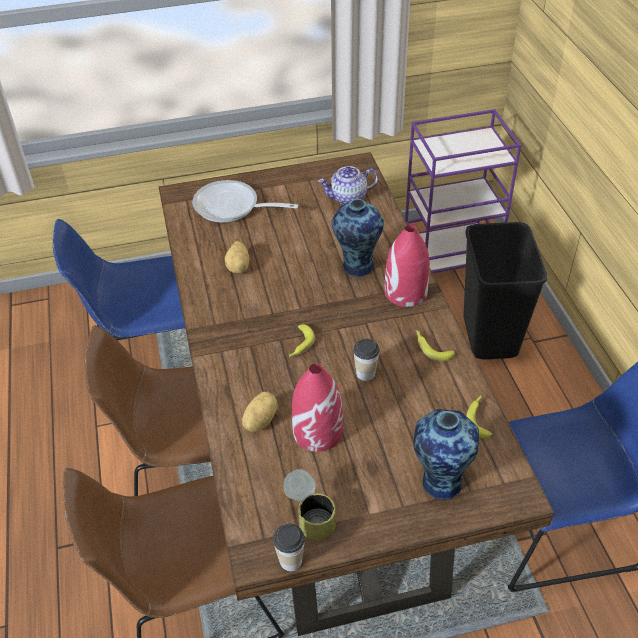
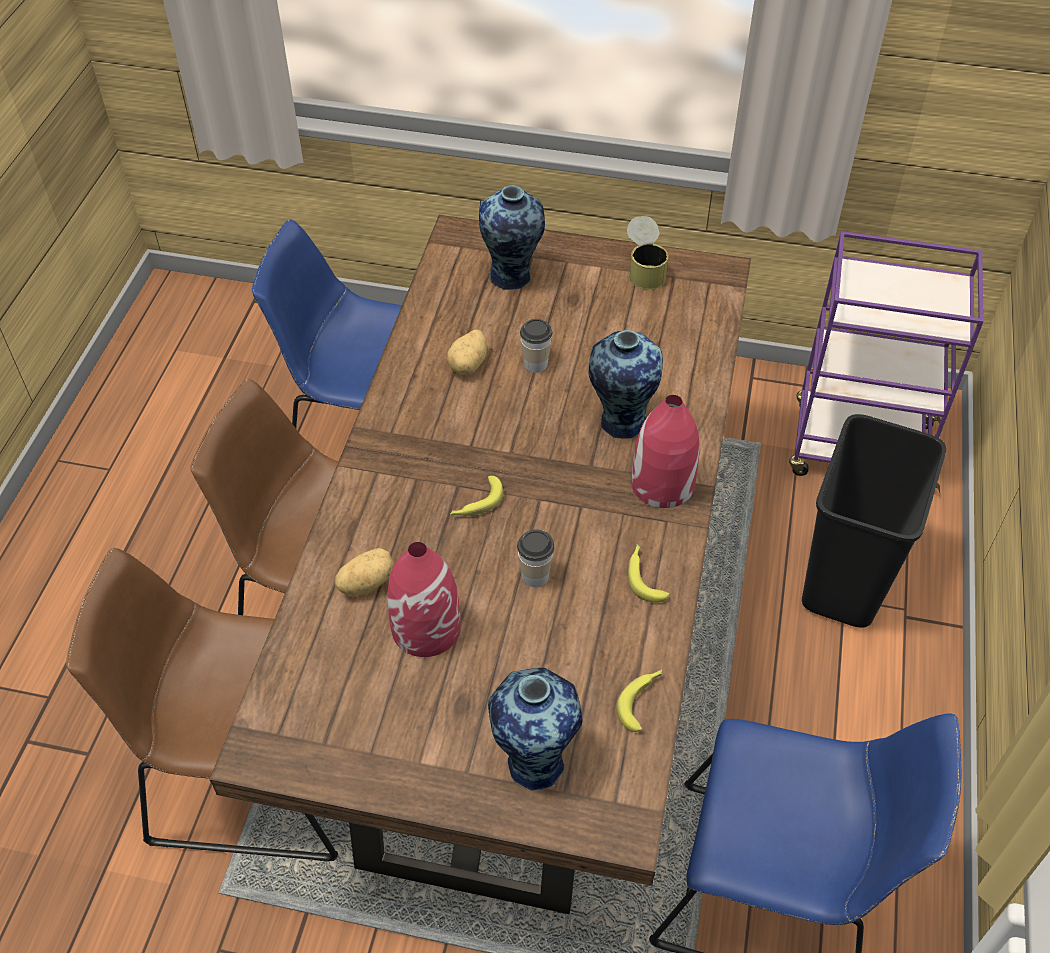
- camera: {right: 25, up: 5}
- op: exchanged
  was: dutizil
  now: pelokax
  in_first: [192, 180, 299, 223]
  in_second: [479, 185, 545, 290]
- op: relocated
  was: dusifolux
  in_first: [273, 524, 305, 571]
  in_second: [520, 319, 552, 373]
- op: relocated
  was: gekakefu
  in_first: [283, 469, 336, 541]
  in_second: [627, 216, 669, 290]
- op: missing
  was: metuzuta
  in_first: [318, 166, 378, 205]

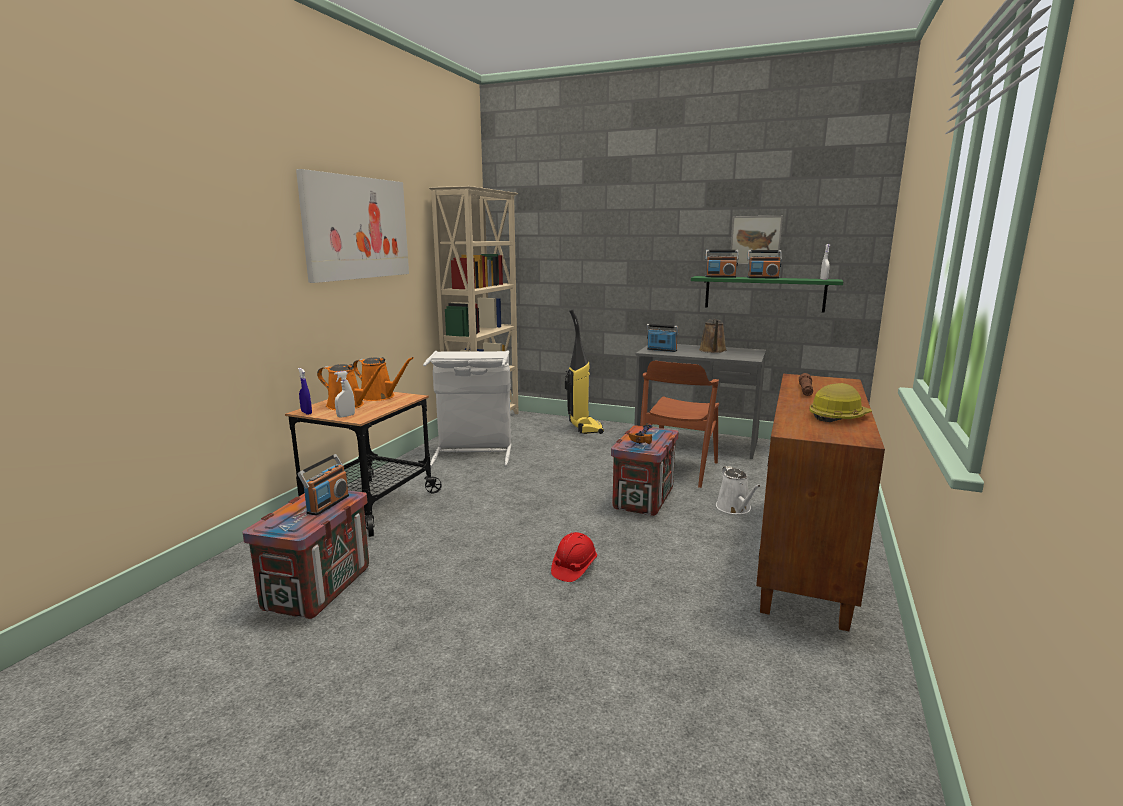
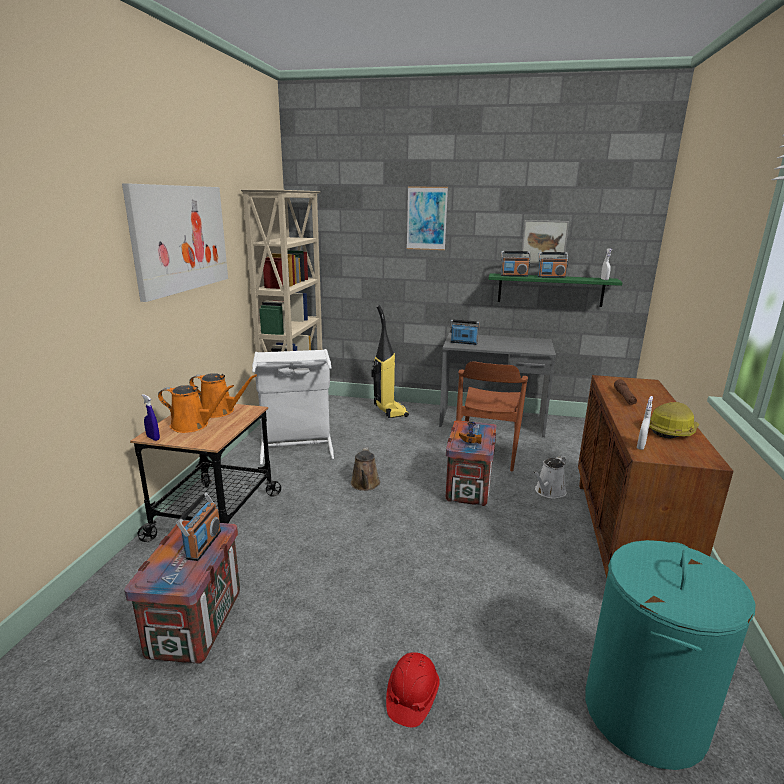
- camera: {right: -10, up: 5}
- op: relocated
  was: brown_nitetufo
  in_first: [699, 319, 727, 353]
  in_second: [351, 447, 380, 491]
- op: relocated
  was: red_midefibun
  in_first: [551, 532, 597, 582]
  in_second: [386, 652, 440, 727]
- op: appeared
  now: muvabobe
  in_second: [407, 186, 448, 250]
- op: spun
  was: white_nitetufo
  in_first: [716, 466, 760, 514]
  in_second: [533, 456, 567, 499]
  clockwise: 60
- op: appeared
  now: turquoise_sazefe
  in_second: [585, 540, 756, 770]
- op: relocated
  was: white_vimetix
  in_first: [334, 371, 355, 418]
  in_second: [637, 396, 653, 450]

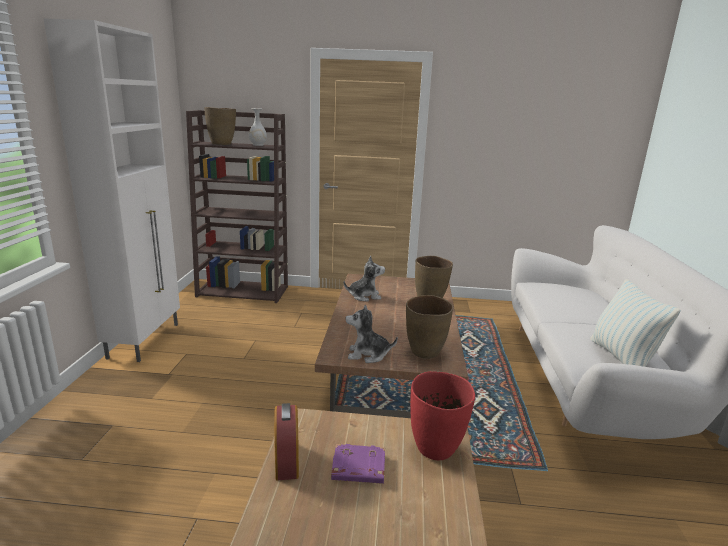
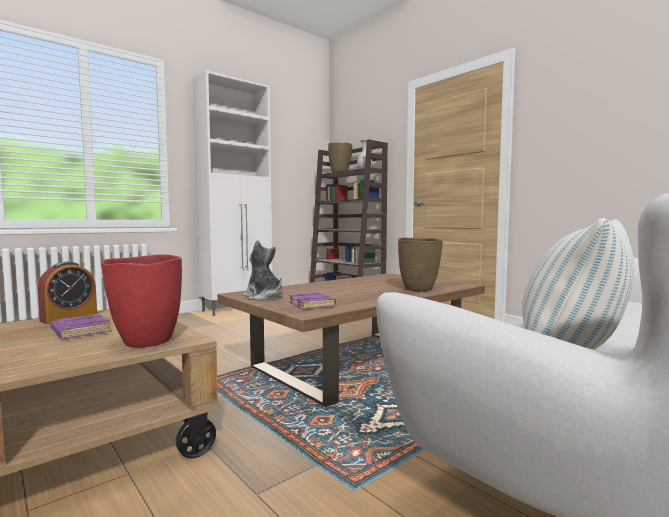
- camera: {right: 45, up: -15}
- op: exchanged
  was: brown_pelokax
  now: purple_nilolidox
  in_first: [406, 295, 453, 359]
  in_second: [289, 292, 336, 309]
- op: missing
  was: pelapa
  in_first: [344, 256, 385, 302]

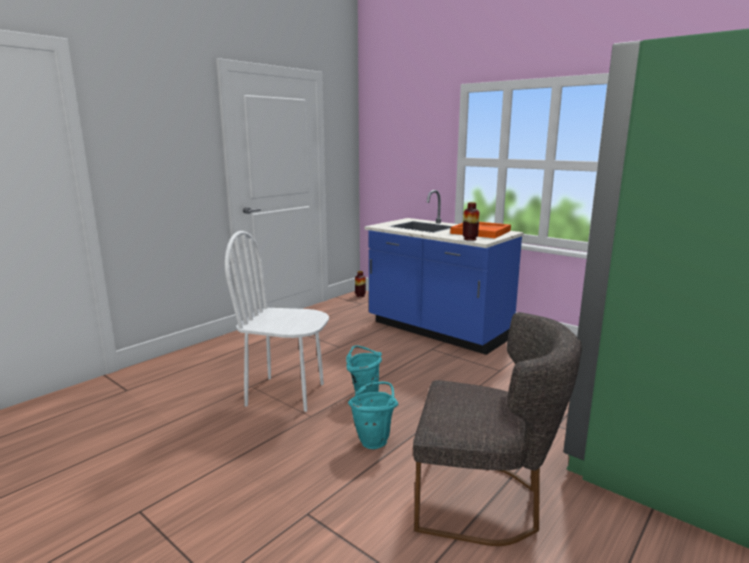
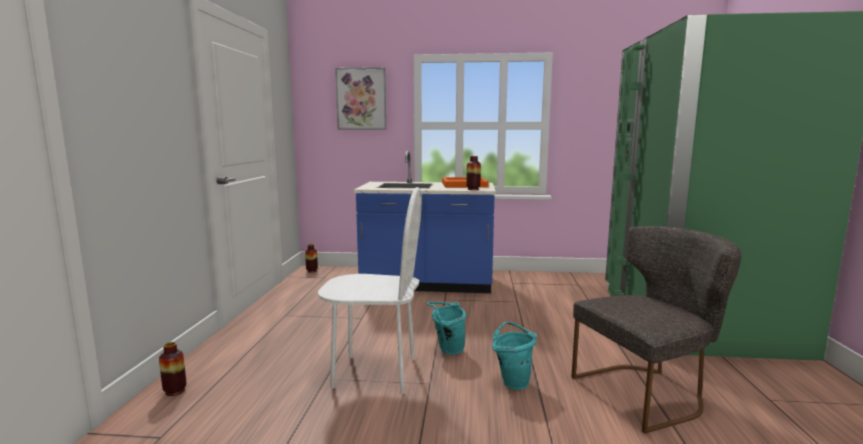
- camera: {right: -35, up: -5}
- op: appeared
  now: pelokax
  in_second: [159, 342, 187, 396]
- op: spun
  was: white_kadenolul
  in_first: [225, 231, 329, 412]
  in_second: [317, 187, 422, 394]
  clockwise: -150
- op: appeared
  now: muvabobe
  in_second: [335, 67, 386, 130]

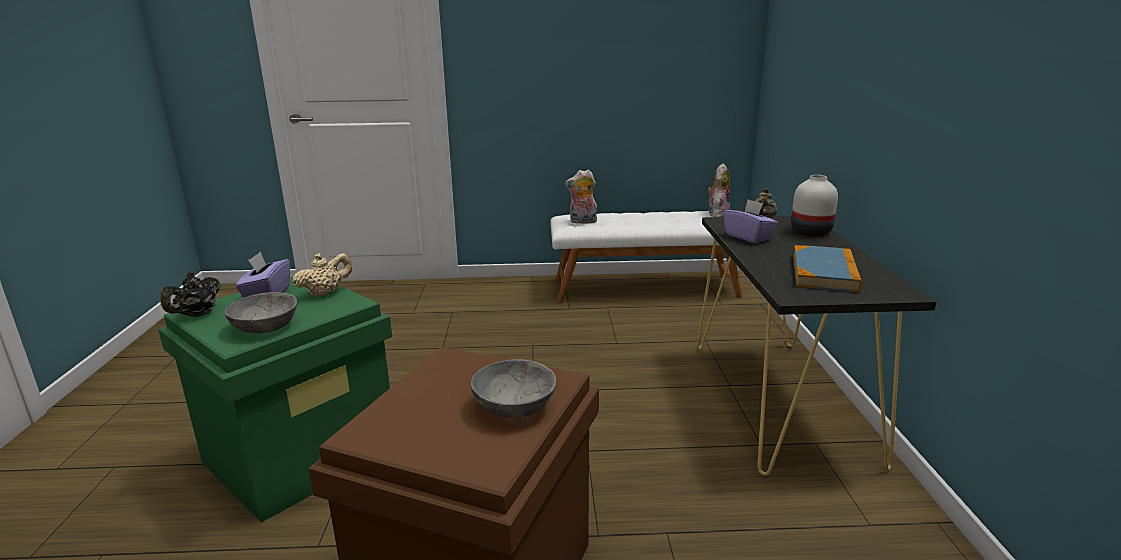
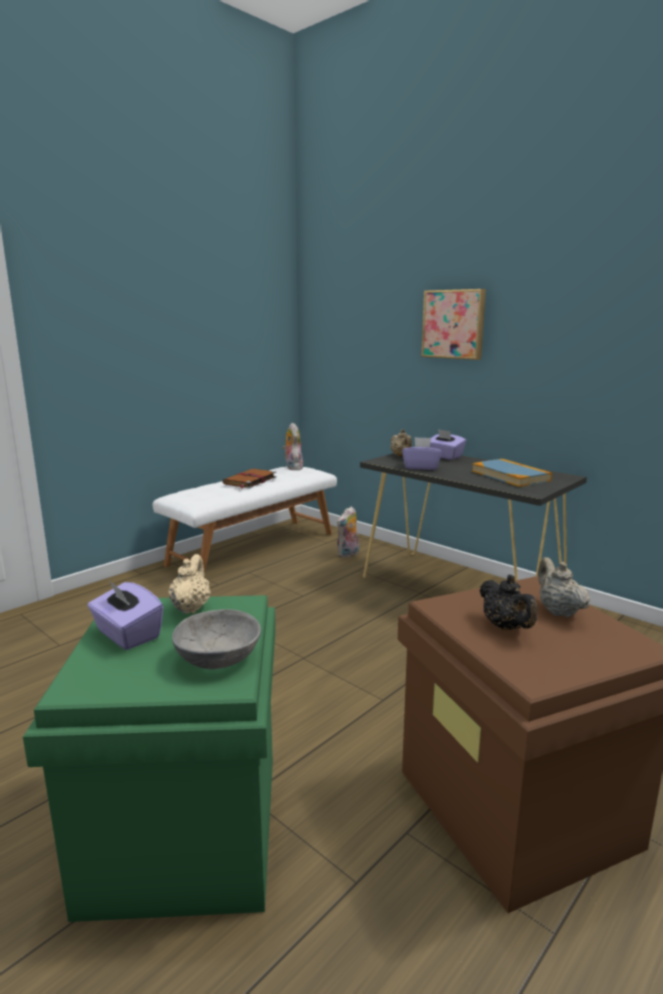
- camera: {right: -45, up: -5}
- op: appeared
  now: brown_nilolidox
  in_second: [222, 469, 276, 489]
- op: relocated
  was: pelapa
  in_first: [565, 170, 598, 224]
  in_second: [337, 506, 359, 558]
- op: appeared
  now: muvabobe
  in_second: [421, 289, 486, 360]
- op: exchanged
  was: white_pelokax
  now: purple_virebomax
  in_first: [791, 175, 838, 236]
  in_second: [430, 429, 466, 460]
- op: relocated
  was: black_metuzuta
  in_first: [160, 273, 221, 317]
  in_second: [480, 575, 537, 630]
- op: exchanged
  was: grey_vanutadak
  now: beige_metuzuta
  in_first: [471, 359, 556, 418]
  in_second: [538, 557, 590, 617]

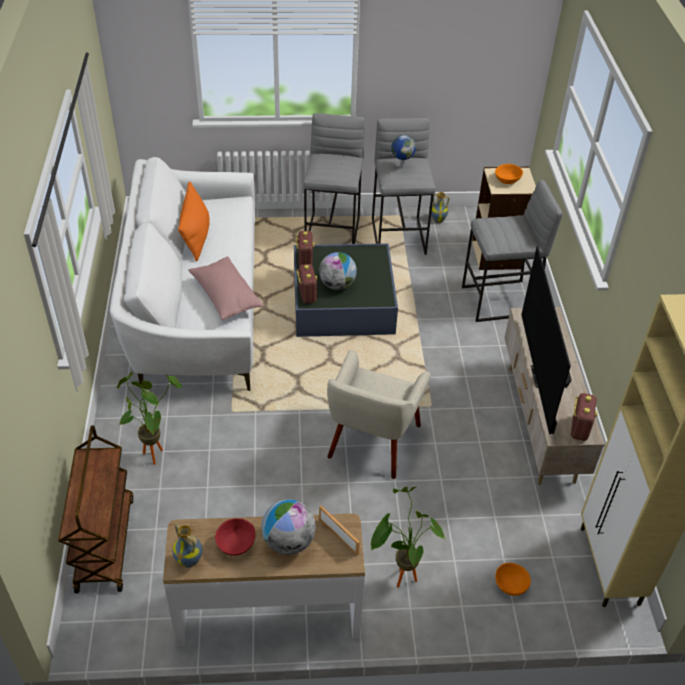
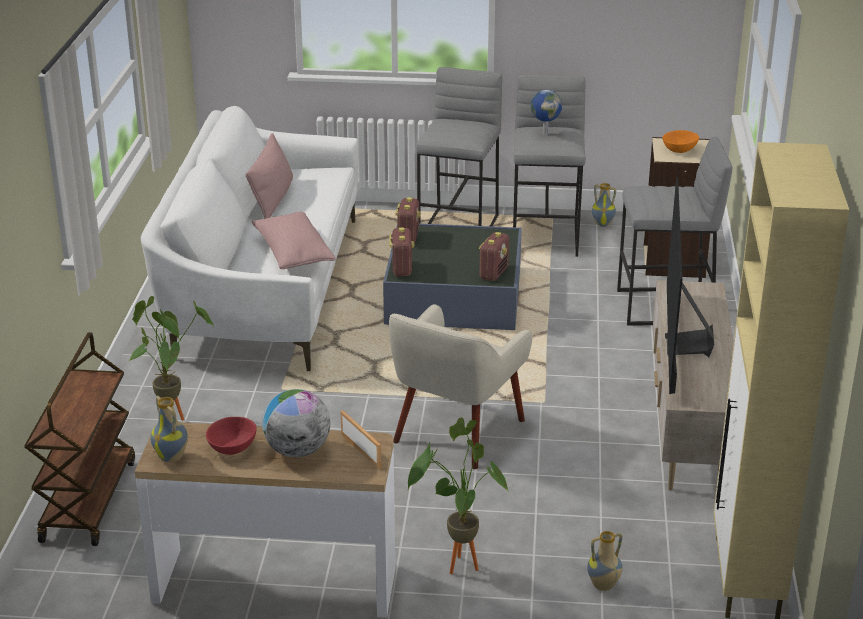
- camera: {right: 10, up: -15}
- op: colour
  was: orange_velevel
  now: pink_velevel
  in_first: [178, 182, 210, 261]
  in_second: [246, 133, 293, 219]
- op: relocated
  was: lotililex
  in_first: [571, 393, 598, 441]
  in_second: [479, 232, 509, 281]
- op: exchanged
  was: orange_vanutadak
  now: pelokax
  in_first: [495, 563, 531, 596]
  in_second: [587, 531, 622, 591]
- op: missing
  was: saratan
  in_first: [319, 252, 357, 290]

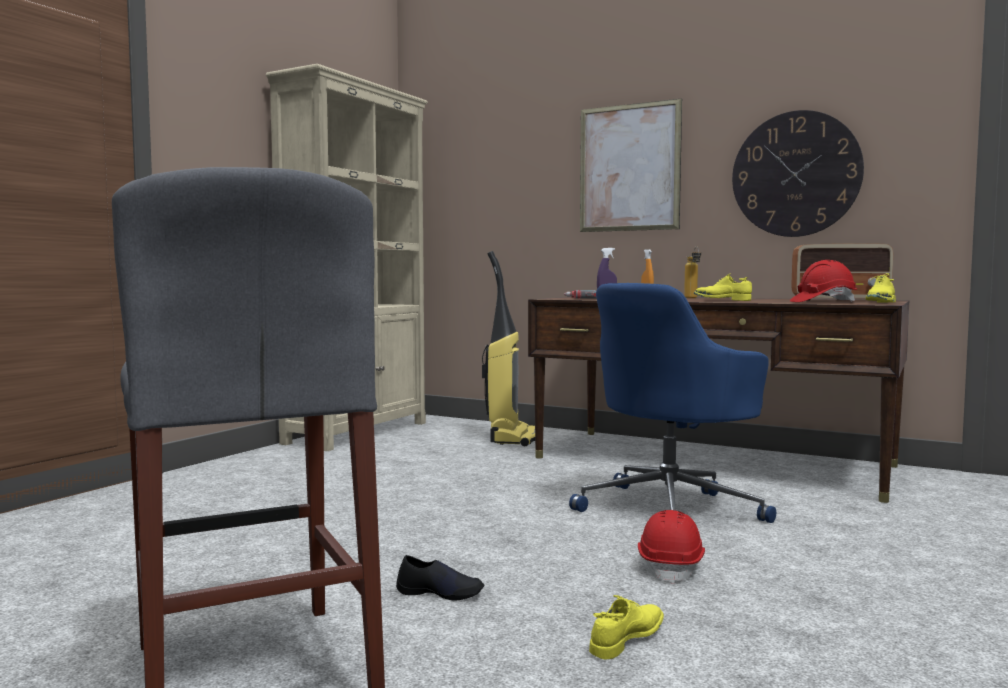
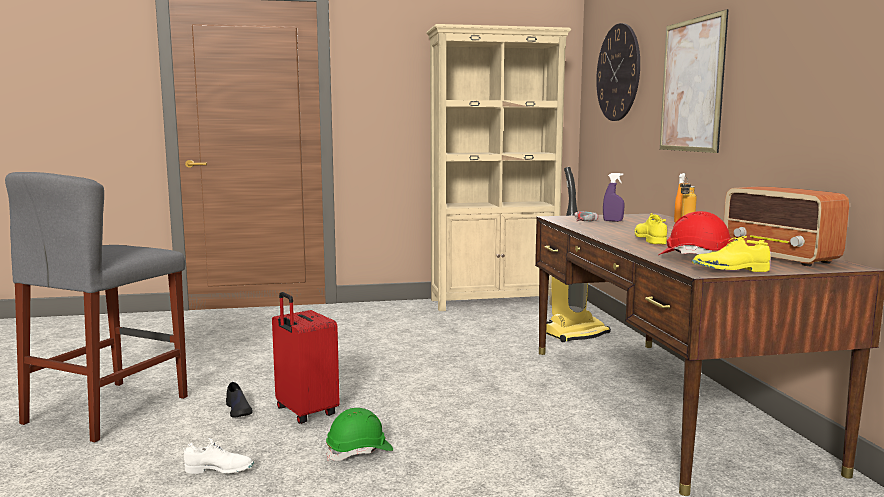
- camera: {right: 50, up: 5}
- op: colour
  was: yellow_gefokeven
  now: white_gefokeven
  in_first: [589, 595, 664, 660]
  in_second: [184, 438, 254, 474]
- op: appeared
  now: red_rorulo
  in_second: [272, 292, 340, 424]
- op: colour
  was: red_midefibun
  now: green_midefibun
  in_first: [638, 510, 705, 584]
  in_second: [326, 408, 393, 461]
- op: relocated
  was: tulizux
  in_first: [732, 110, 864, 237]
  in_second: [596, 23, 640, 121]
- op: missing
  was: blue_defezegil
  in_first: [569, 283, 776, 523]

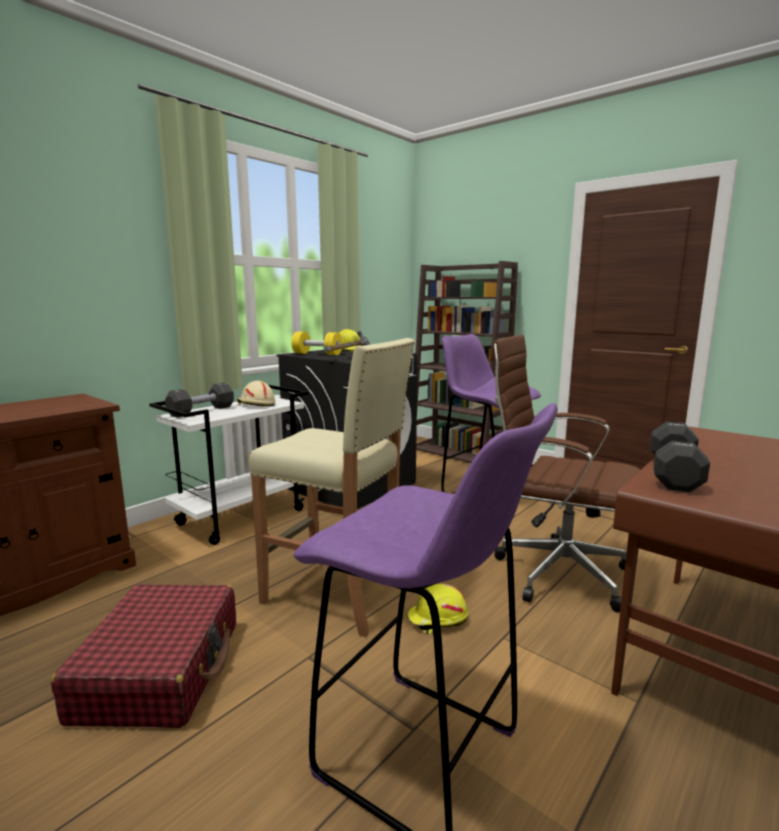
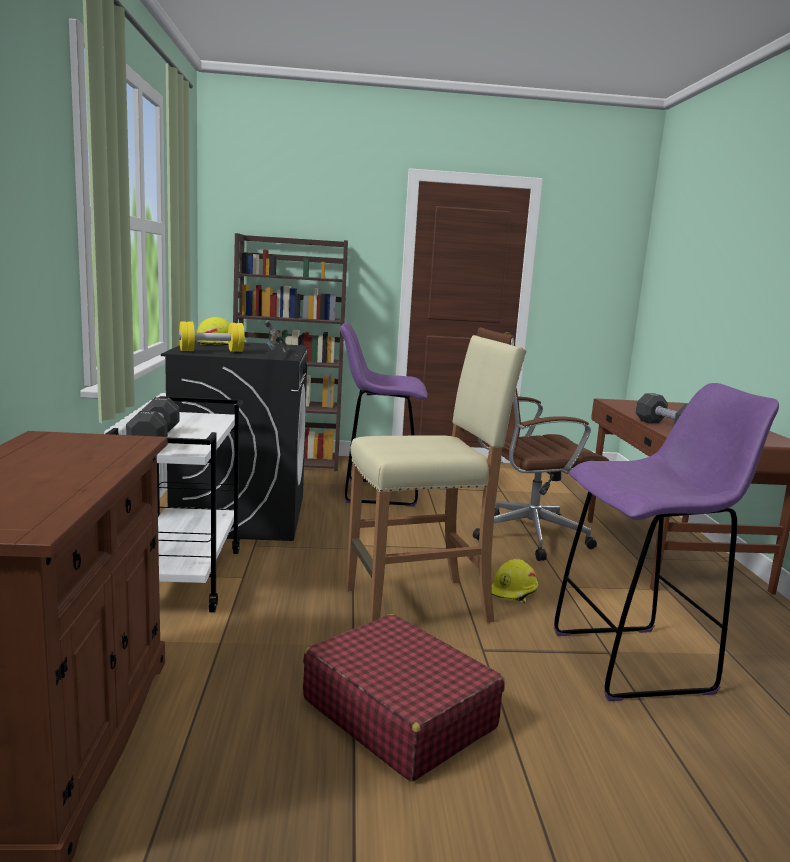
- camera: {right: -45, up: 0}
- op: missing
  was: beige_midefibun
  in_first: [237, 381, 275, 406]

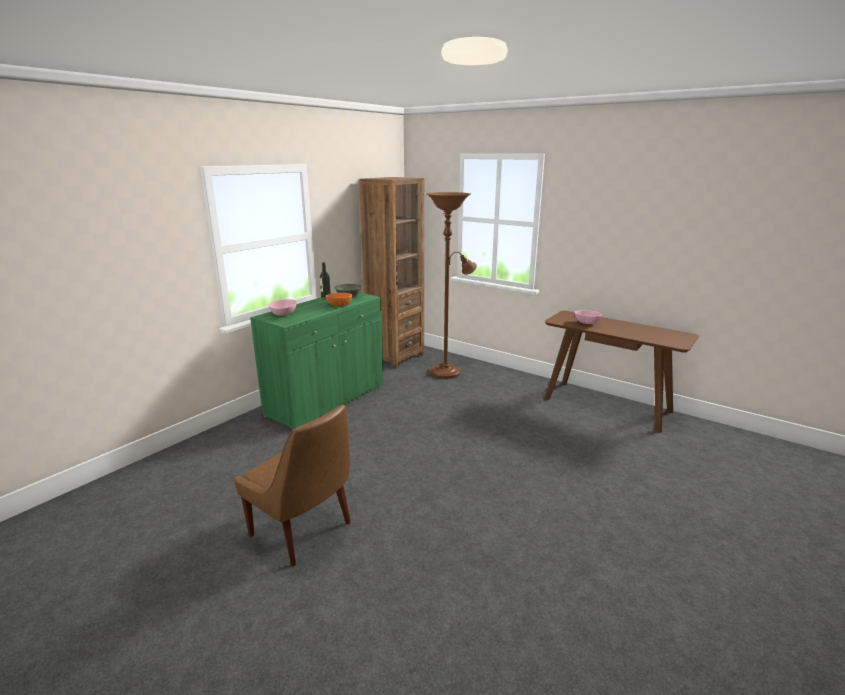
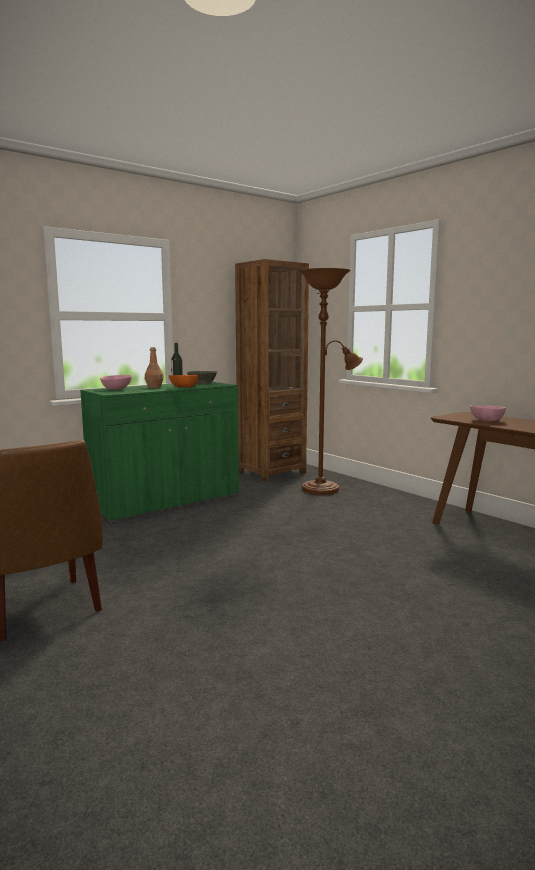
- camera: {right: 15, up: -10}
- op: appeared
  now: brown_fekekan
  in_second: [145, 347, 164, 388]

